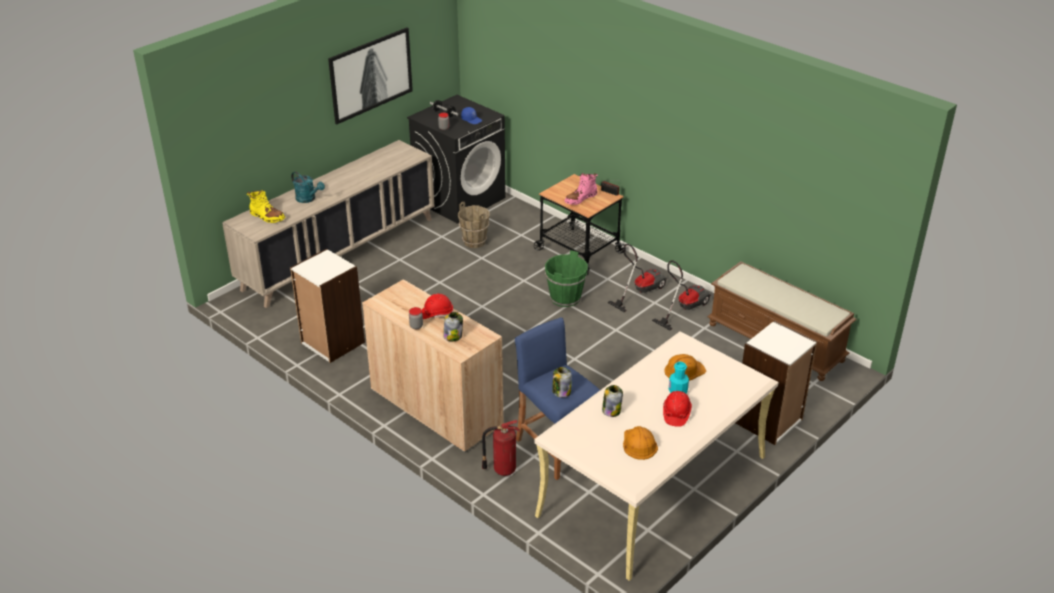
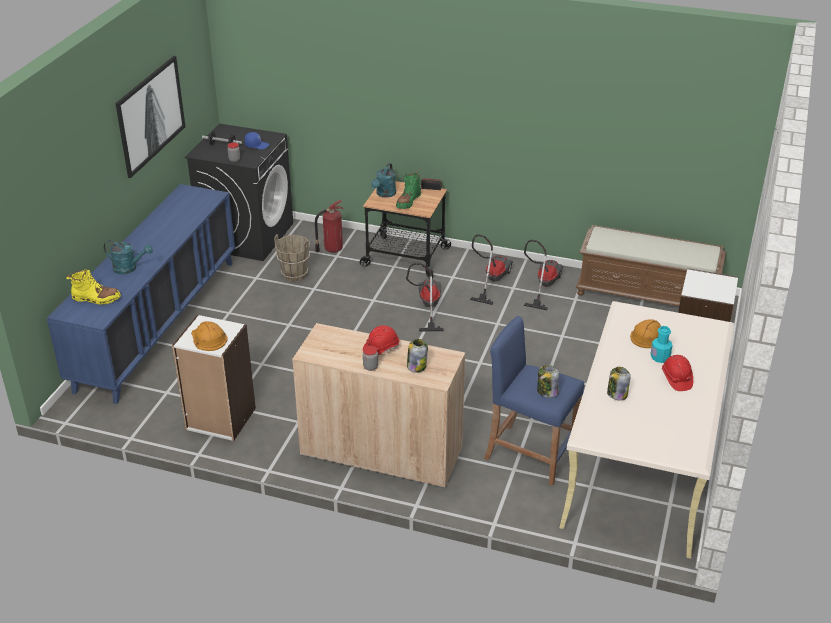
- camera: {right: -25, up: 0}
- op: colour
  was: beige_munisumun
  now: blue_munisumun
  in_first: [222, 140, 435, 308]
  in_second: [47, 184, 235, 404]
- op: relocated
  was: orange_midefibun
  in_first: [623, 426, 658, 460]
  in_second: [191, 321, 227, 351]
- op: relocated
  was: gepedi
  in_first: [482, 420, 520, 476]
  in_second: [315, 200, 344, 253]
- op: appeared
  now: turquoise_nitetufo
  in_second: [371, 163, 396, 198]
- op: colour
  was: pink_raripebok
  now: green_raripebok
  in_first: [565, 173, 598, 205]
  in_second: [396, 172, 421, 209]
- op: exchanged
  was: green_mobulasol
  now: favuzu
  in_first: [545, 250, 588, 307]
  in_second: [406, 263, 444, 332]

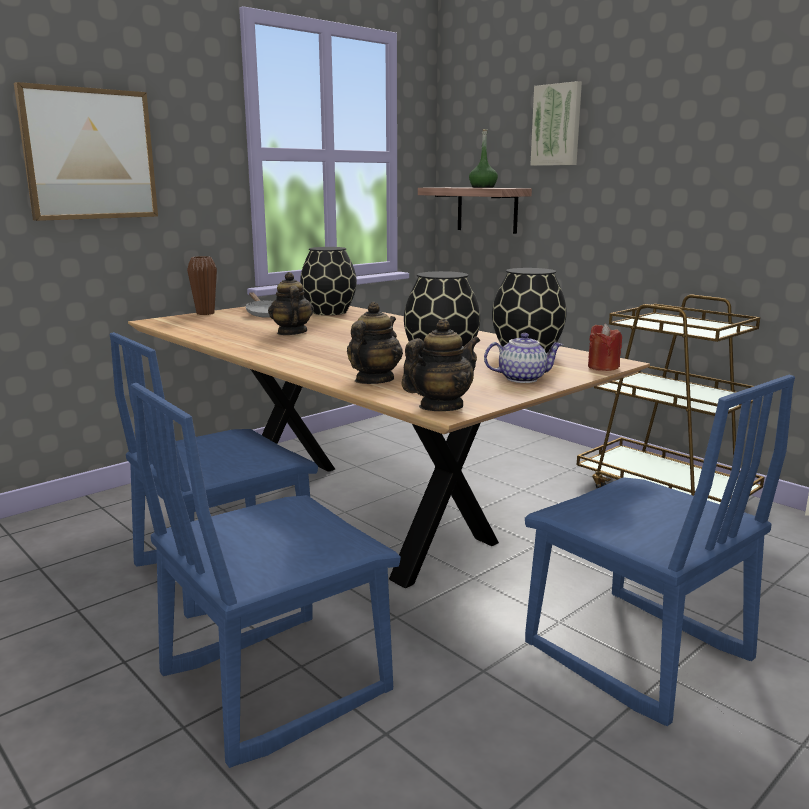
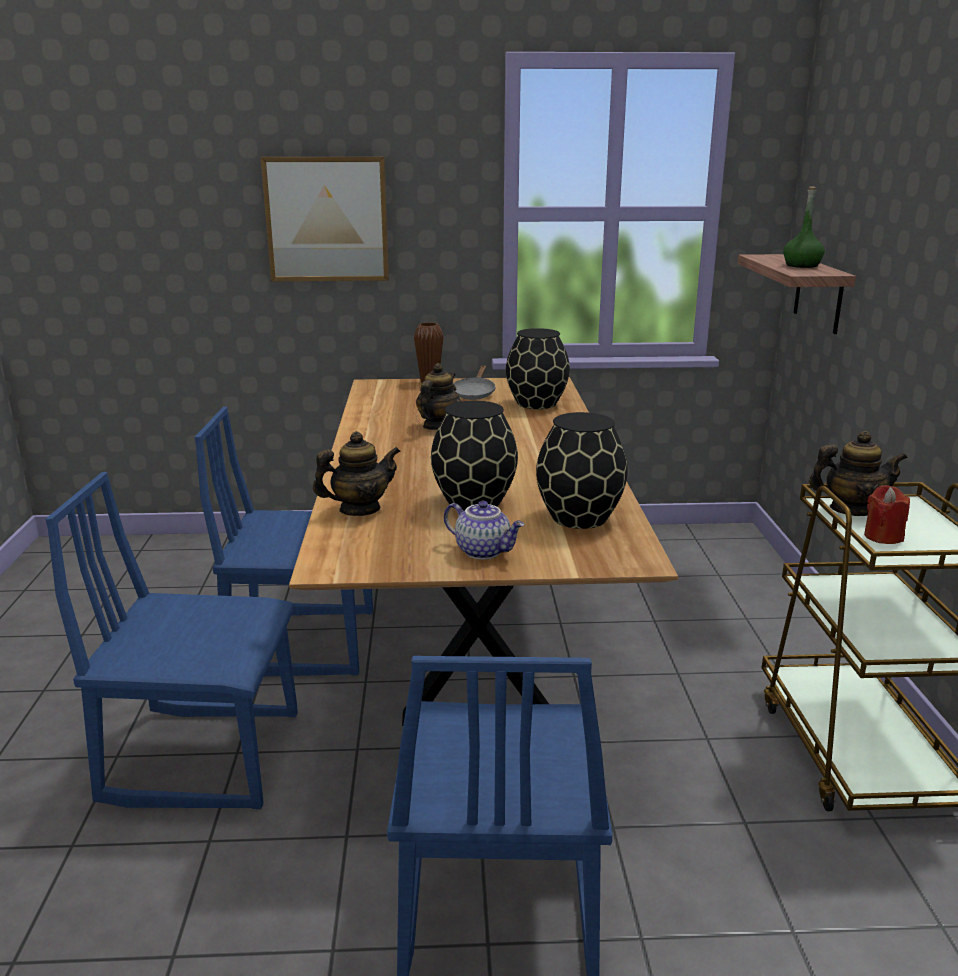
- camera: {right: 40, up: 5}
- op: relocated
  was: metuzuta
  in_first: [401, 318, 480, 411]
  in_second: [809, 431, 908, 516]
- op: relocated
  was: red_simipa
  in_first: [588, 324, 622, 371]
  in_second: [864, 485, 910, 544]
- op: missing
  was: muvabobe
  in_first: [530, 81, 582, 166]

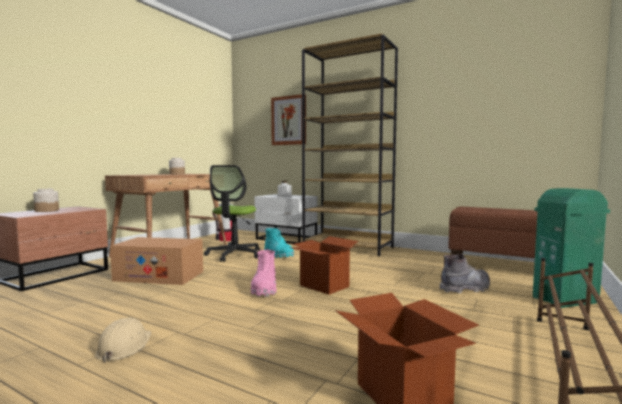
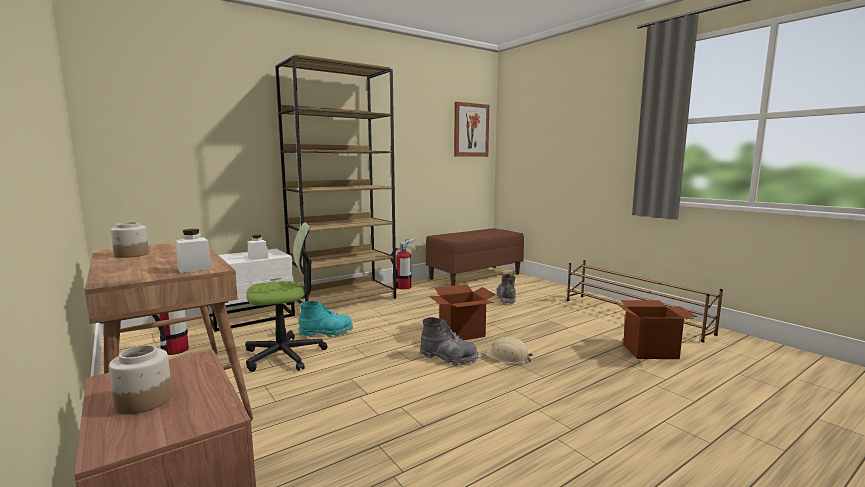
- camera: {right: -65, up: 5}
- op: appeared
  now: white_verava
  in_second: [176, 229, 212, 273]
- op: spun
  was: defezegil
  in_first: [204, 165, 260, 262]
  in_second: [245, 222, 327, 372]
  clockwise: -60
- op: appeared
  now: gepedi
  in_second: [390, 238, 417, 290]
- op: colour
  was: pink_raripebok
  now: grey_raripebok
  in_first: [250, 250, 277, 297]
  in_second: [420, 317, 478, 365]
- op: relocated
  was: muvabobe
  in_first: [271, 94, 306, 145]
  in_second: [454, 102, 489, 157]
- op: relocated
  was: beige_midefibun
  in_first: [95, 318, 151, 363]
  in_second: [485, 337, 533, 364]
- op: missing
  was: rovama
  in_first: [110, 237, 203, 285]
- op: missing
  was: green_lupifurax
  in_first: [533, 188, 610, 308]

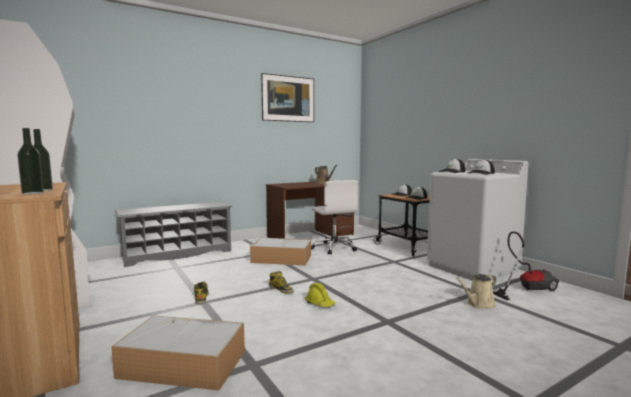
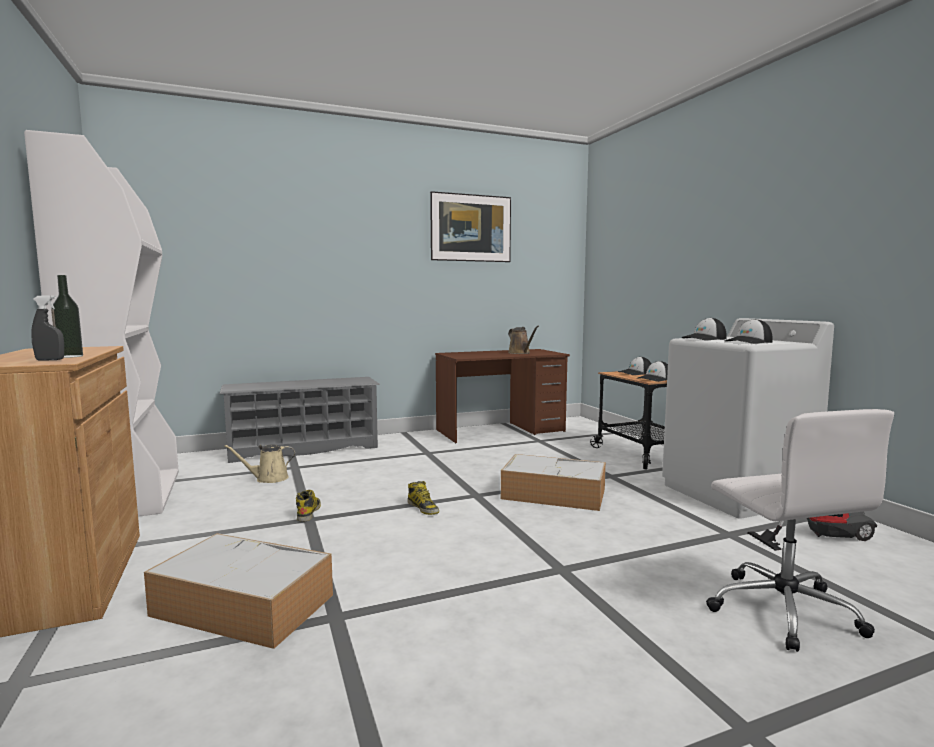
- camera: {right: 10, up: 0}
- op: exchanged
  was: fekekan
  now: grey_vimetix
  in_first: [17, 128, 43, 194]
  in_second: [31, 295, 64, 361]
- op: relocated
  was: beige_nitetufo
  in_first: [456, 274, 497, 309]
  in_second: [224, 444, 295, 483]
- op: relocated
  was: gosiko
  in_first: [250, 238, 311, 266]
  in_second: [501, 454, 606, 511]
- op: relocated
  was: white_defezegil
  in_first: [311, 180, 358, 254]
  in_second: [706, 409, 894, 652]
- op: missing
  was: yellow_midefibun
  in_first: [305, 283, 336, 307]

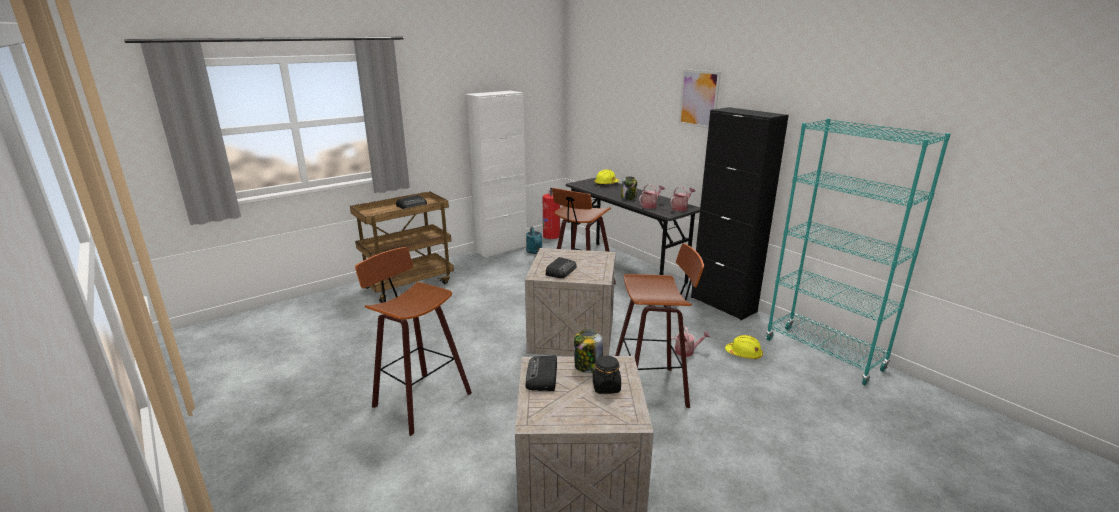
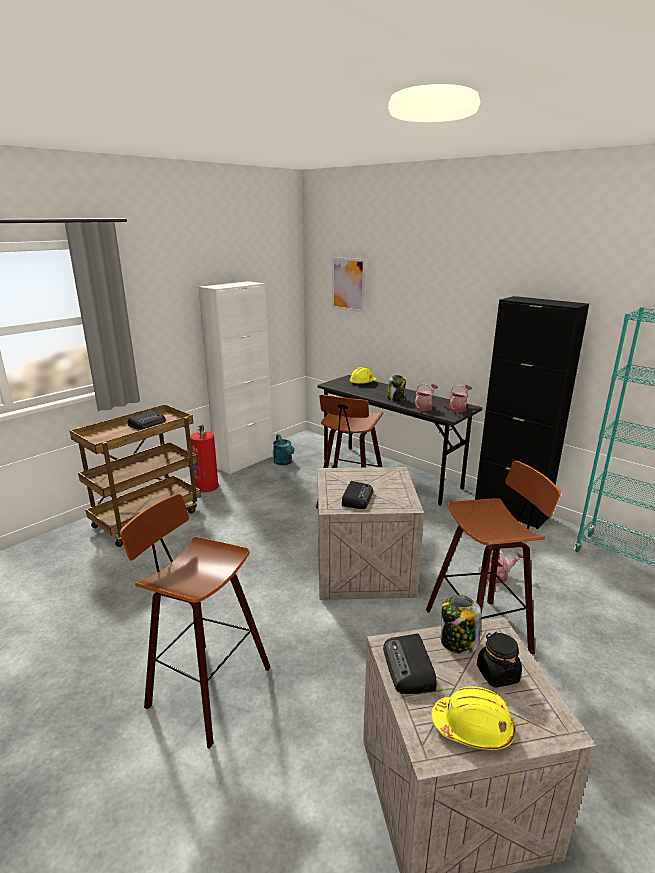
- camera: {right: -10, up: 0}
- op: relocated
  was: gepedi
  in_first: [543, 188, 560, 239]
  in_second: [190, 424, 219, 492]
- op: relocated
  was: muvabobe
  in_first: [678, 69, 721, 129]
  in_second: [332, 257, 366, 312]
- op: relocated
  was: yellow_midefibun
  in_first: [725, 335, 763, 359]
  in_second: [431, 686, 515, 750]

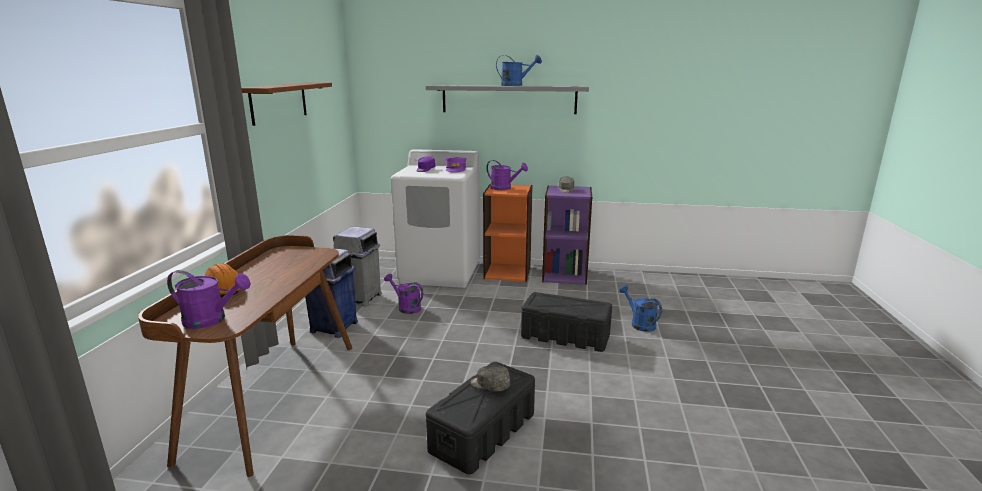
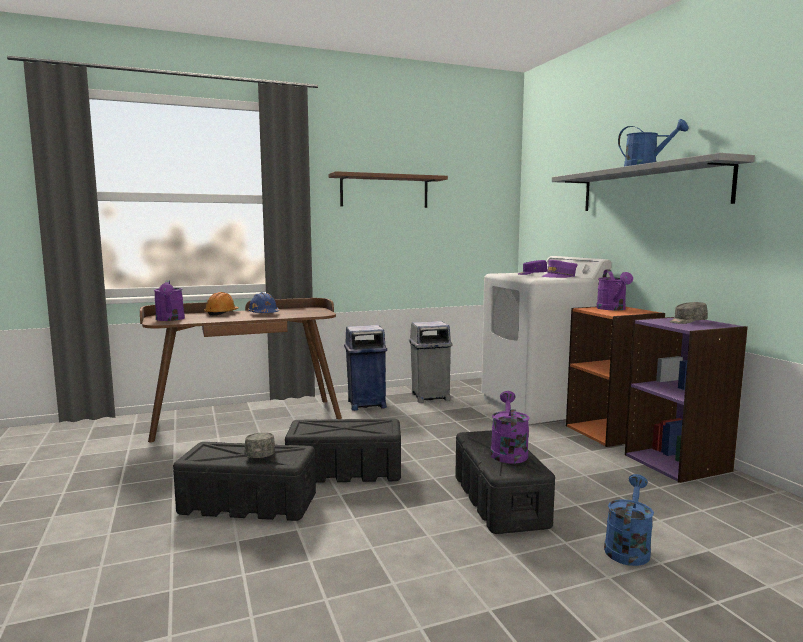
- camera: {right: 60, up: -10}
- op: appeared
  now: blue_midefibun
  in_second: [248, 292, 279, 313]
- op: appeared
  now: black_gosiko
  in_second: [285, 419, 401, 483]
- op: relocated
  was: purple_nitetufo
  in_first: [384, 273, 423, 314]
  in_second: [490, 391, 530, 464]

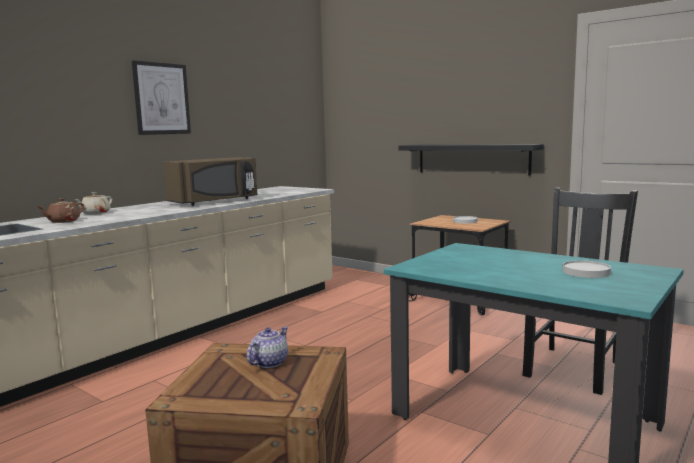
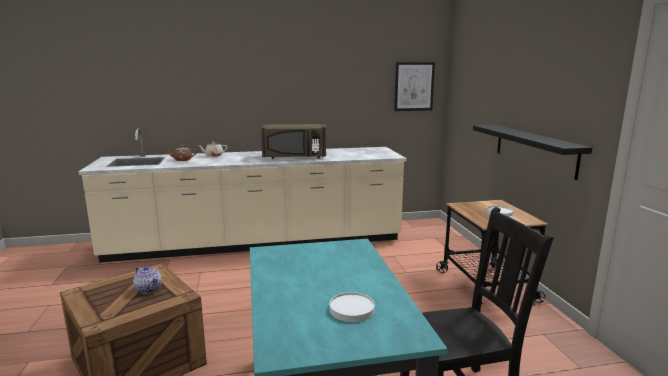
- camera: {right: 40, up: 5}
- op: spun
  was: metuzuta
  in_first: [247, 327, 288, 368]
  in_second: [133, 266, 162, 294]
  clockwise: 60
- op: relocated
  was: muvabobe
  in_first: [132, 60, 191, 135]
  in_second: [394, 62, 435, 111]

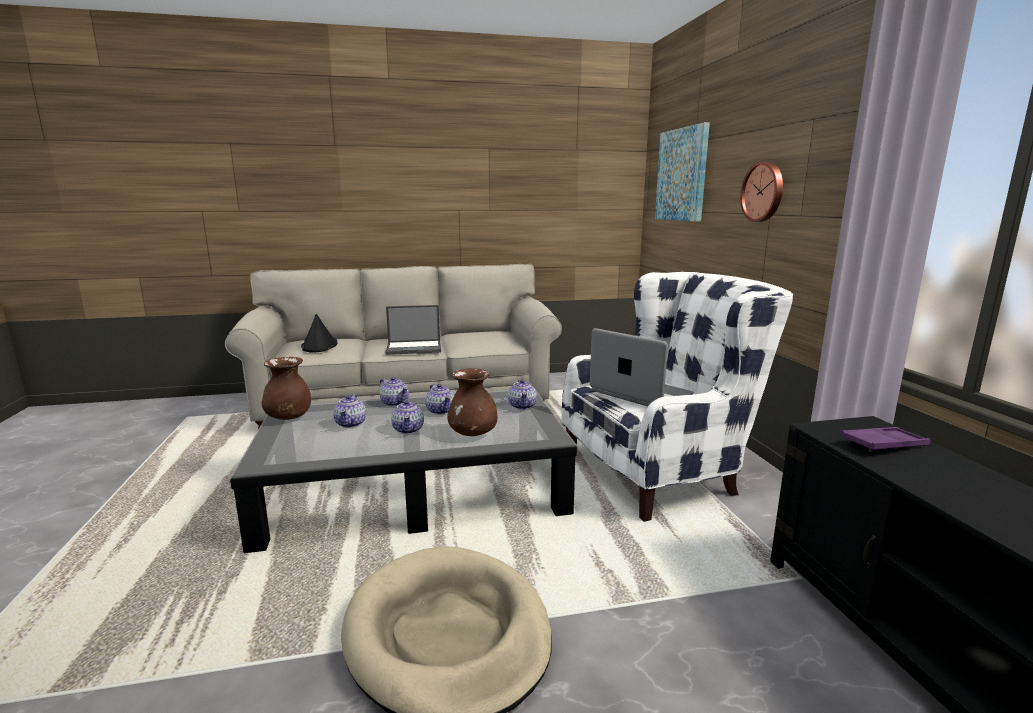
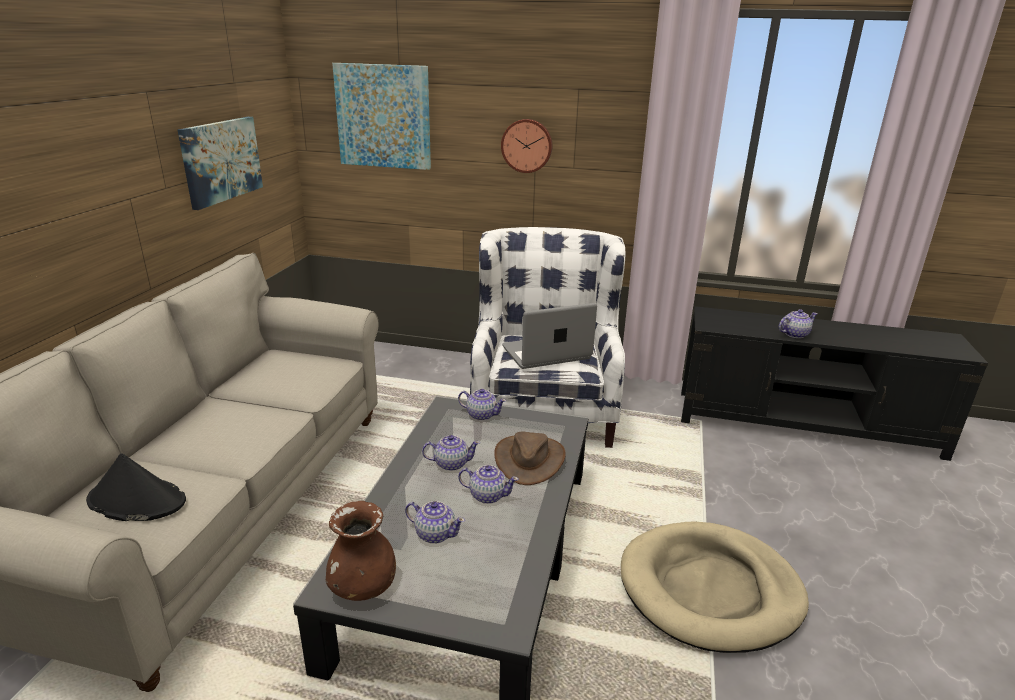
- camera: {right: -65, up: 10}
- op: appeared
  now: muvabobe
  in_second: [178, 117, 263, 210]
- op: exchanged
  was: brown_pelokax
  now: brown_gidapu
  in_first: [448, 368, 498, 436]
  in_second: [494, 431, 566, 485]
- op: relocated
  was: metuzuta
  in_first: [380, 377, 409, 407]
  in_second: [778, 309, 817, 338]
- op: missing
  was: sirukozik
  in_first: [386, 305, 441, 355]
- op: missing
  was: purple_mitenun
  in_first: [841, 427, 931, 452]

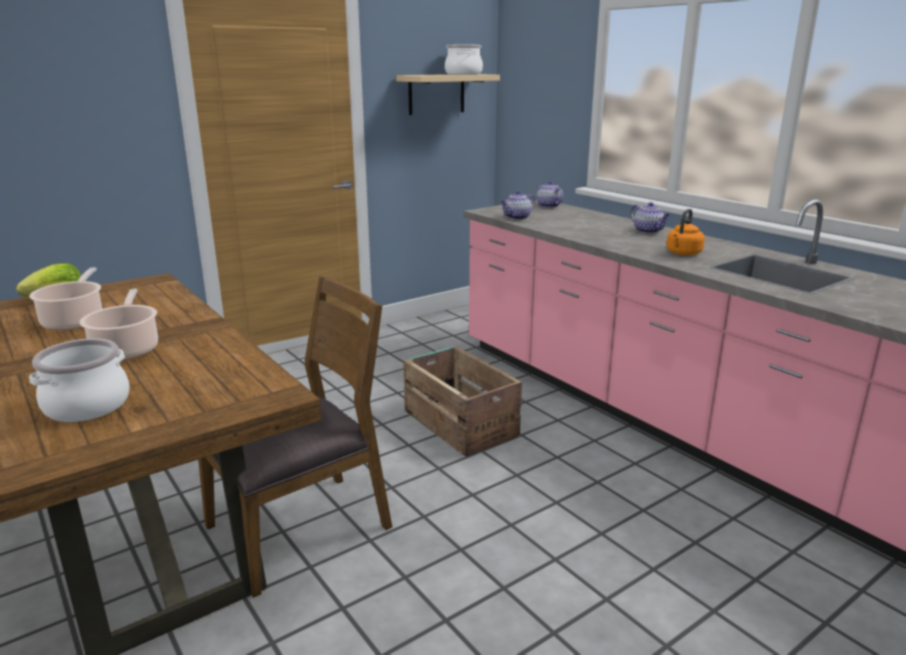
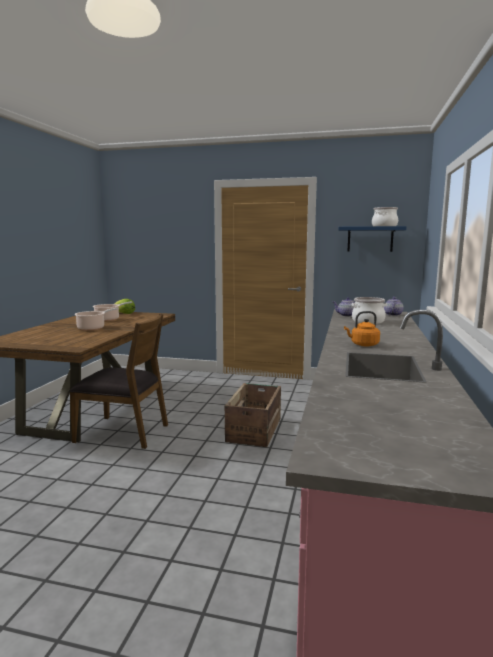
- camera: {right: 50, up: -10}
- op: colour
  was: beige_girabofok
  now: blue_girabofok
  in_first: [396, 74, 500, 115]
  in_second: [338, 226, 407, 252]
- op: relocated
  was: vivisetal
  in_first: [29, 338, 130, 422]
  in_second: [351, 297, 387, 324]
- op: missing
  was: metuzuta
  in_first: [630, 202, 670, 233]

